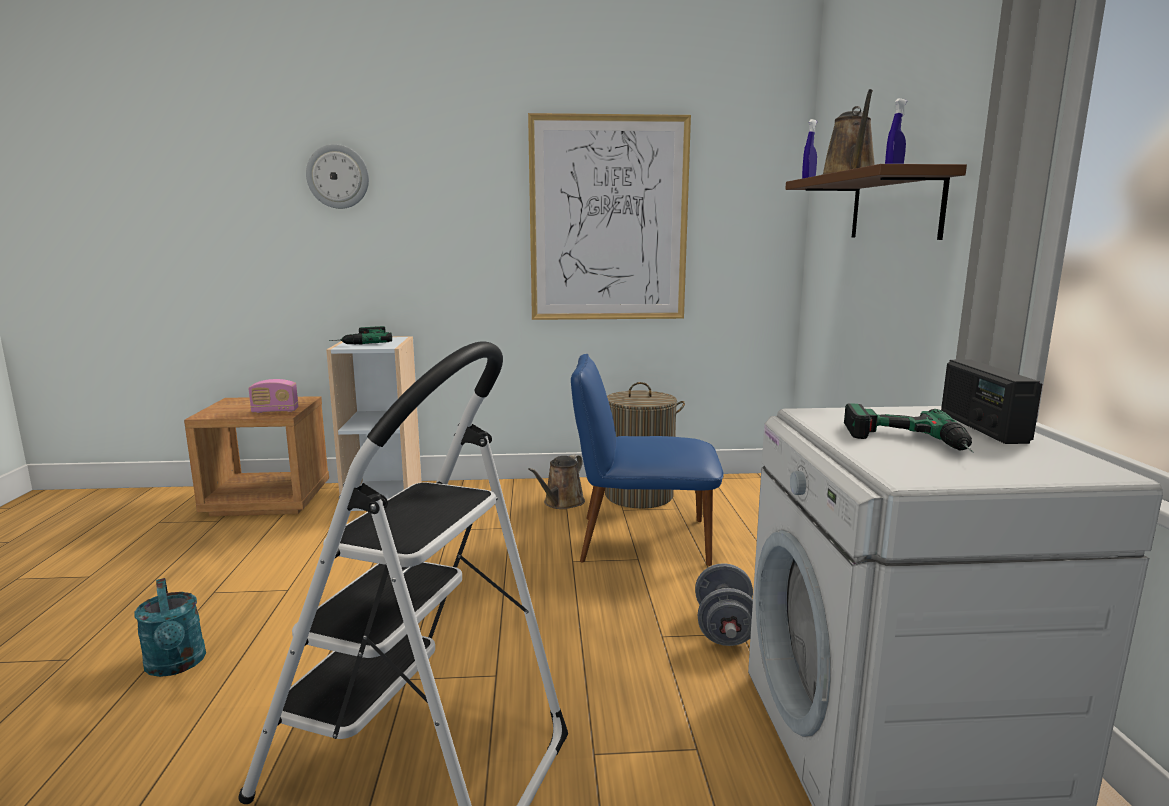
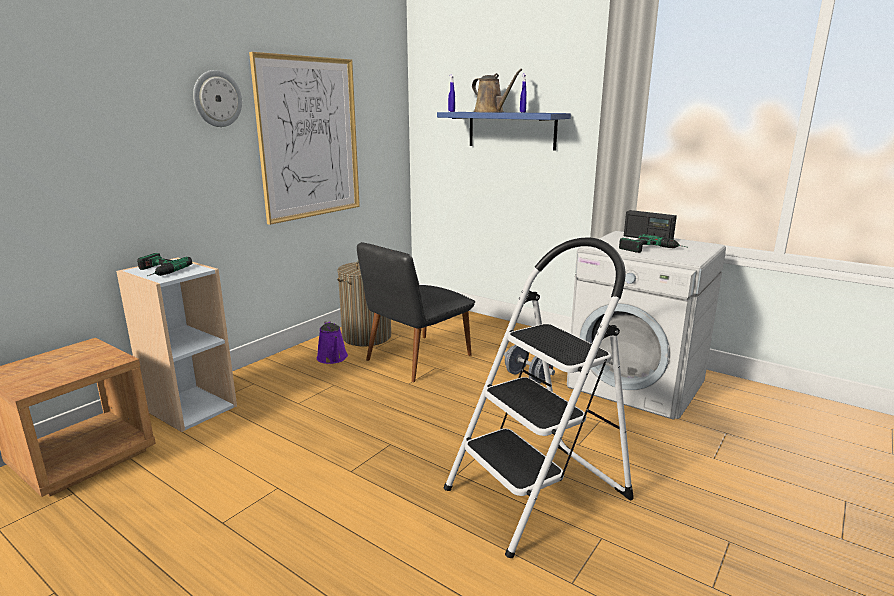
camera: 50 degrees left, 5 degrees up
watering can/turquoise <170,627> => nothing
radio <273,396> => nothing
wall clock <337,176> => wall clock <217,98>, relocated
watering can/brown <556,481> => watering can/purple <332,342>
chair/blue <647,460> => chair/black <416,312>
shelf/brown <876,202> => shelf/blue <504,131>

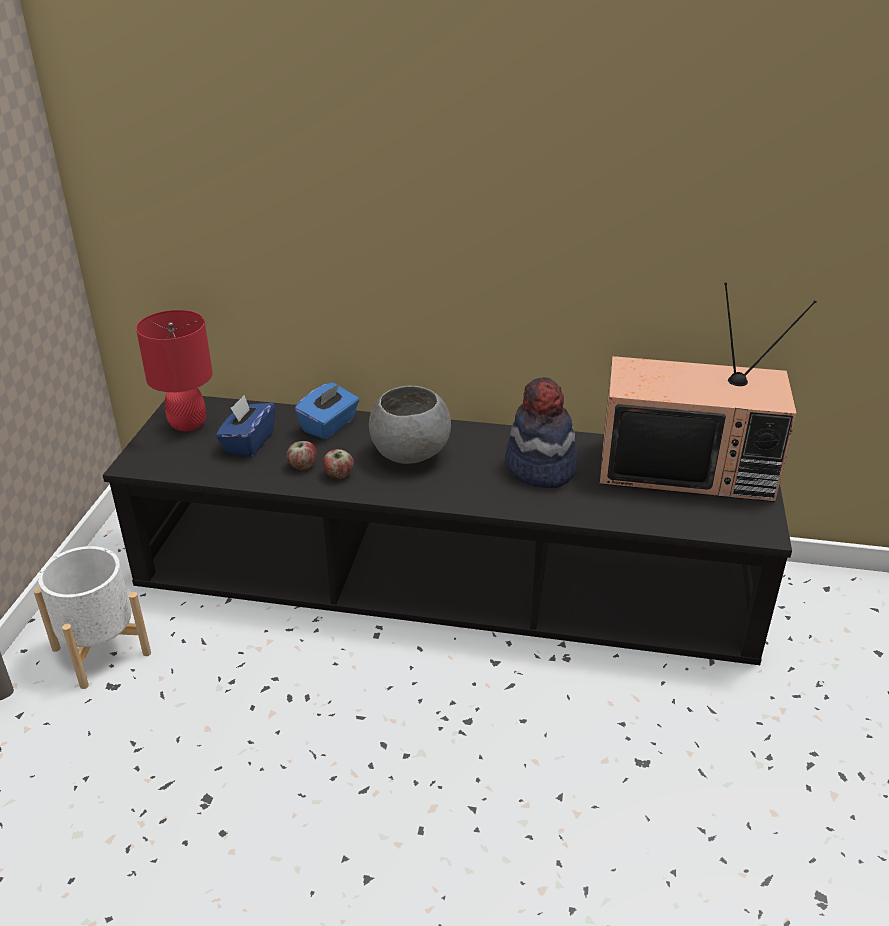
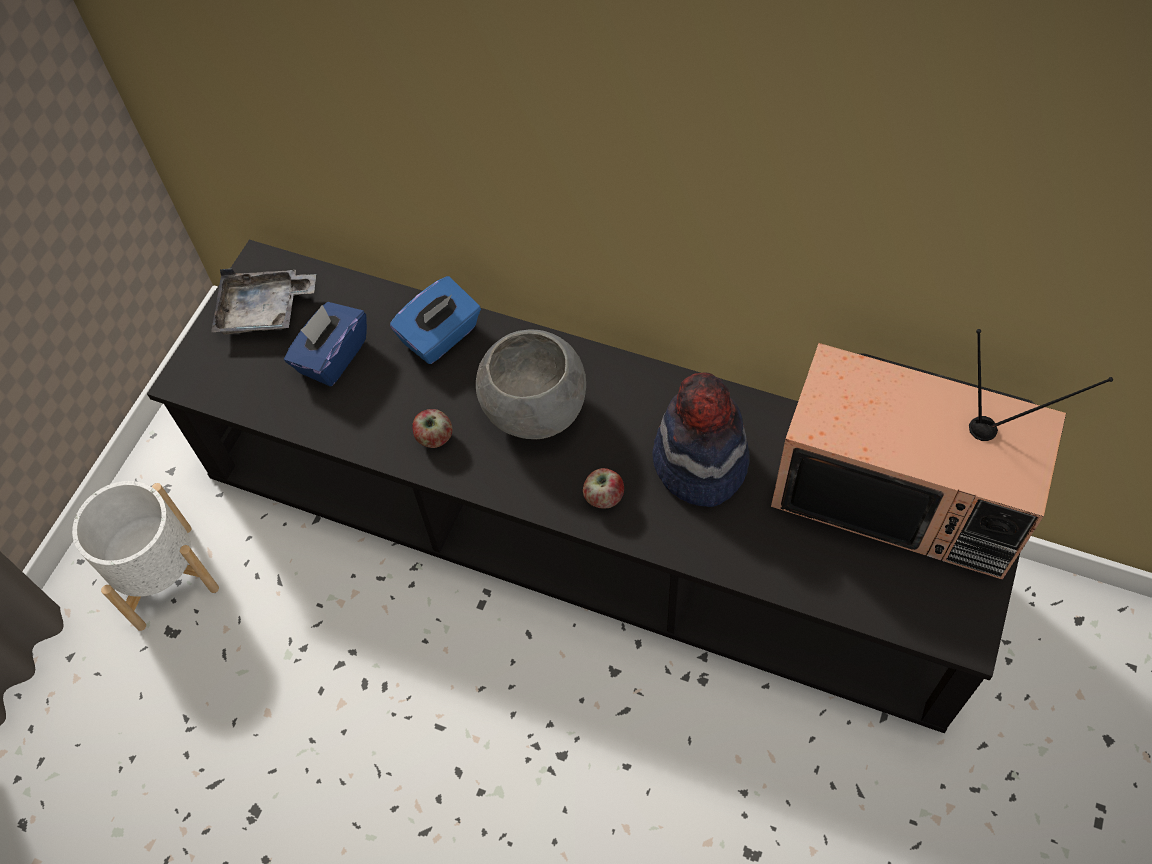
camera: 15 degrees right, 25 degrees up
apple <302,455> => apple <603,488>, relocated
table lamp/red <174,370> => tray/grey <263,301>

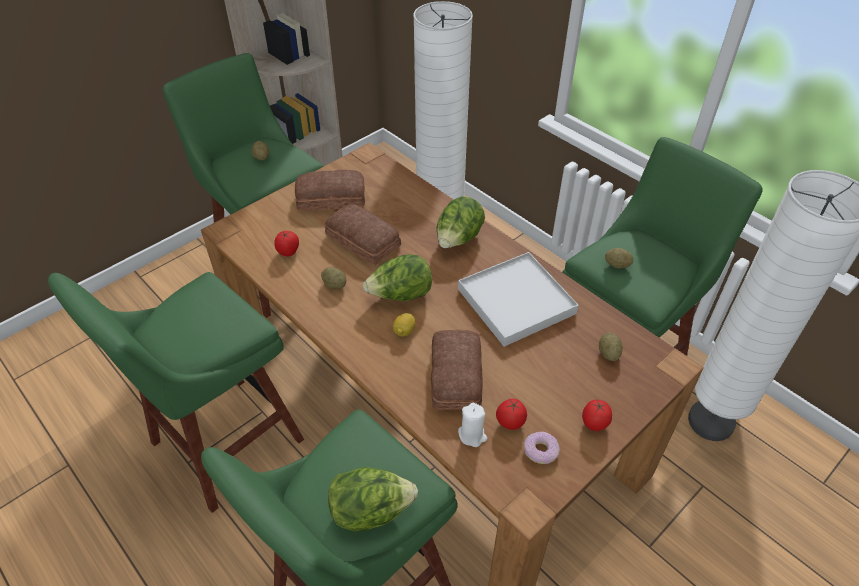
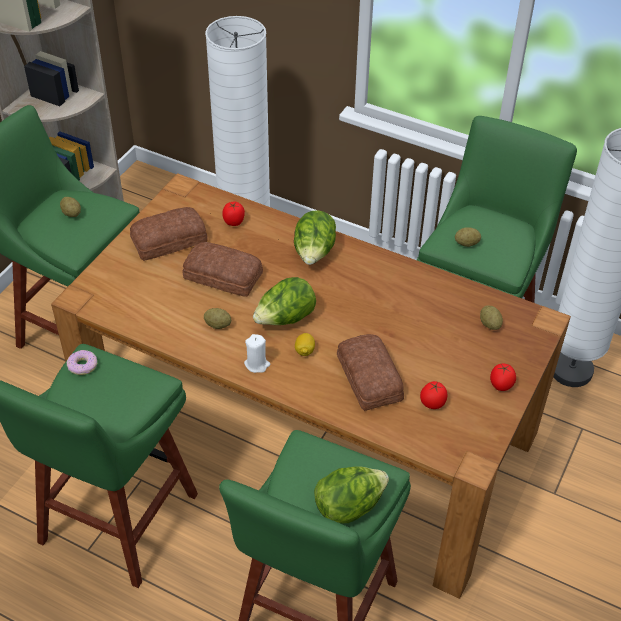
camera: 20 degrees left, 0 degrees up
tray/white <518,299> => nothing
tomato <287,244> => tomato <233,214>, relocated
candle/white <472,425> => candle/white <257,353>, relocated
donut <542,448> => donut <82,362>, relocated

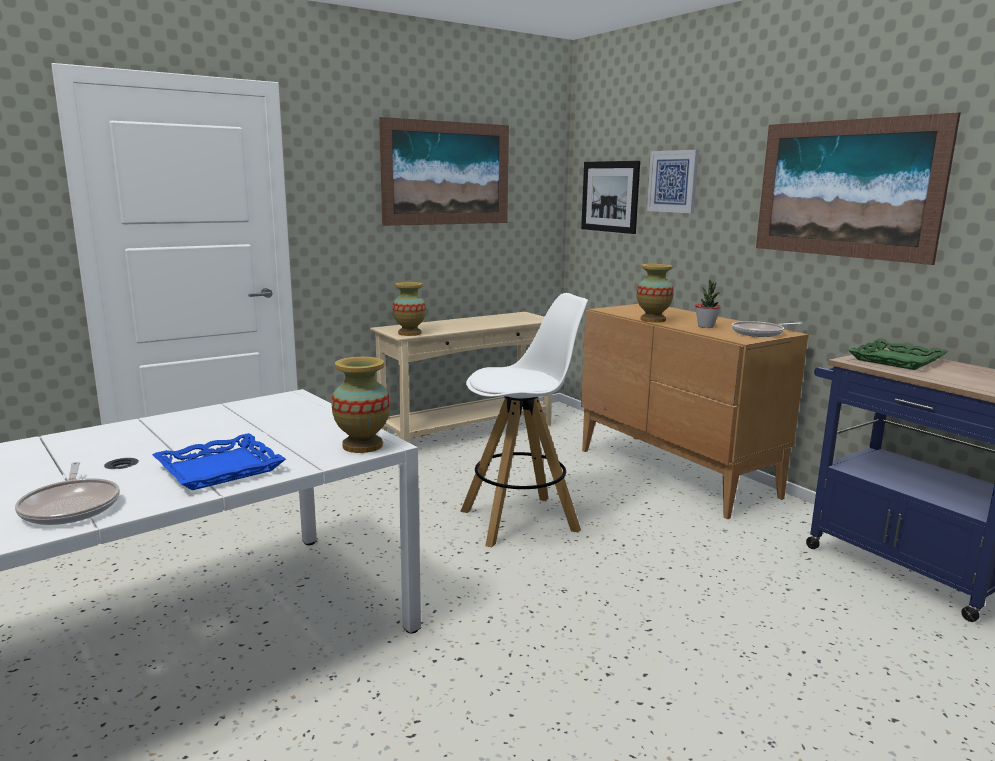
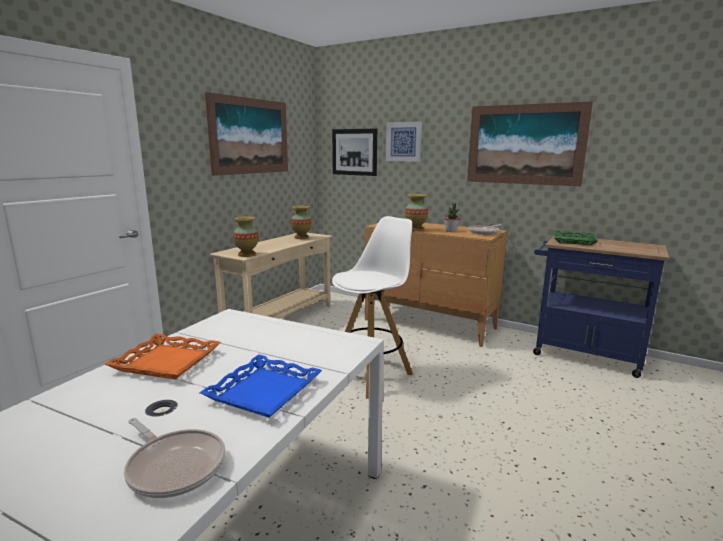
camera: 25 degrees left, 0 degrees up
nothing => tray/orange <163,357>
vase <360,405> => vase <301,222>, relocated

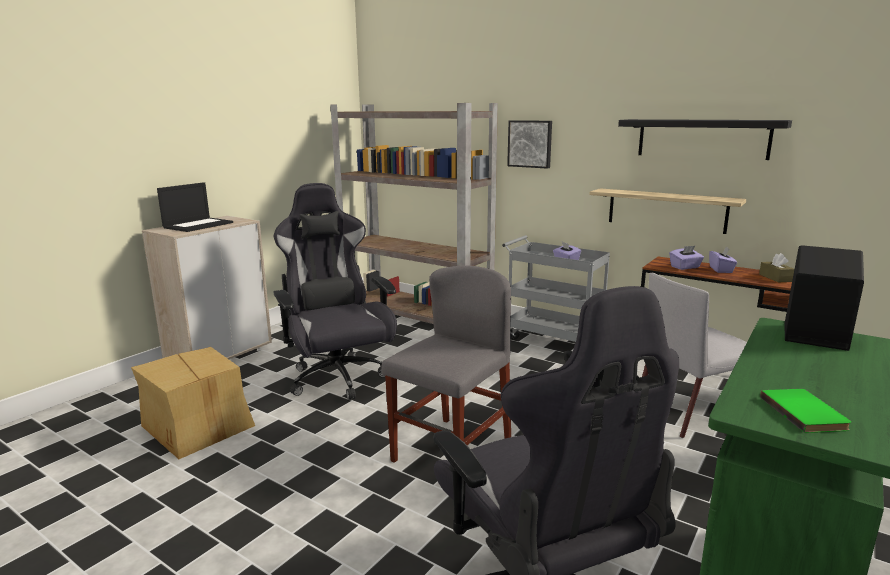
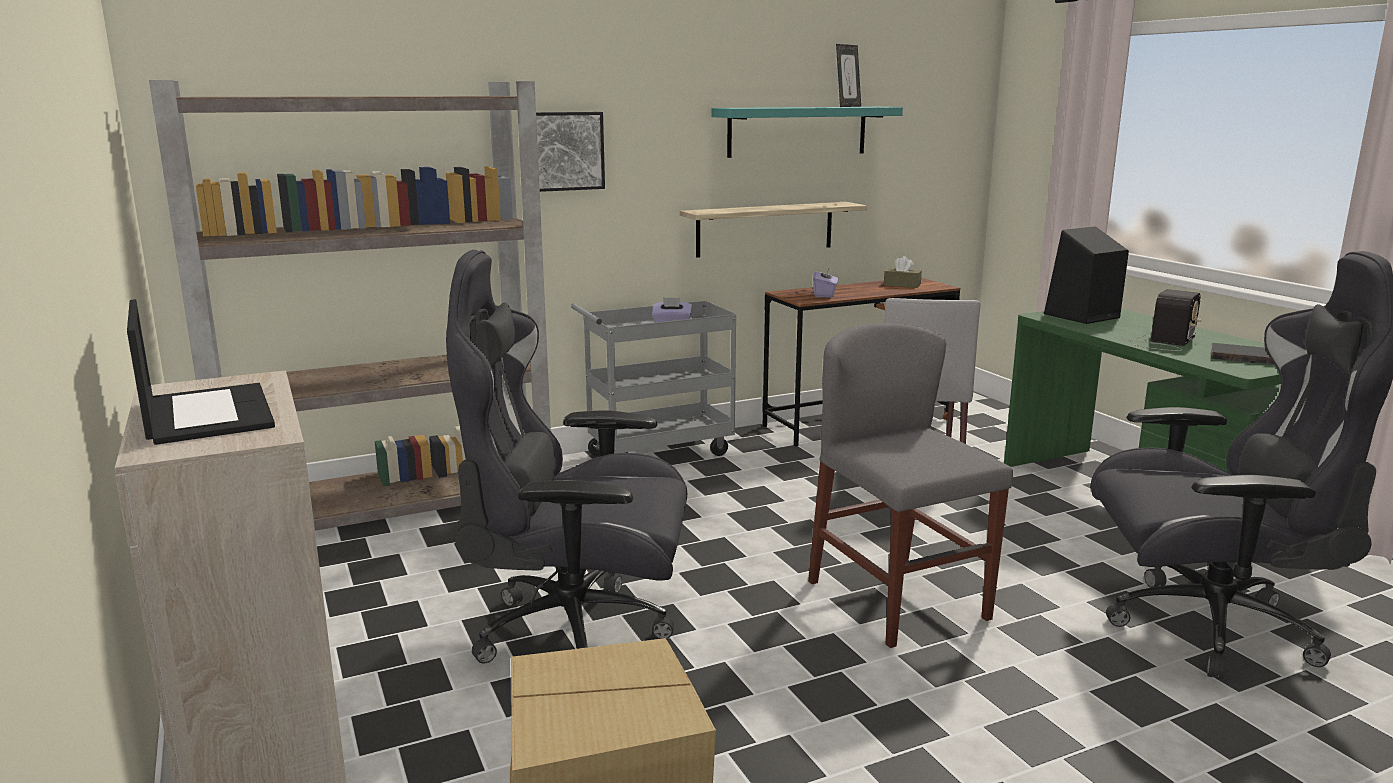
camera: 60 degrees left, 0 degrees up
tissue box/purple <723,260> => nothing
nothing => picture frame <848,75>
nothing => radio <1161,320>
shelf/black <705,139> => shelf/turquoise <807,132>
book/green <805,411> => book/black <1243,354>

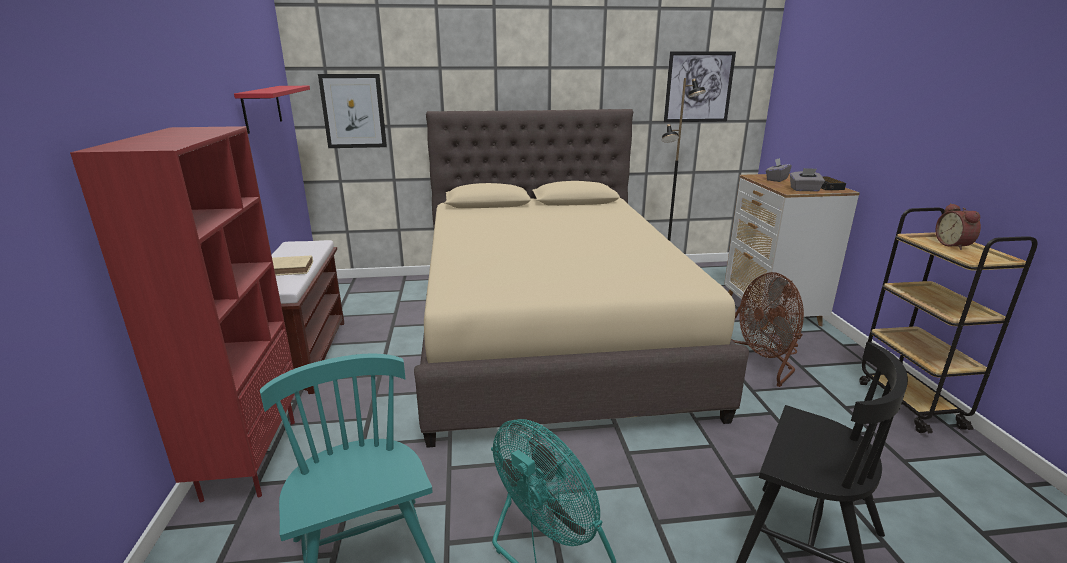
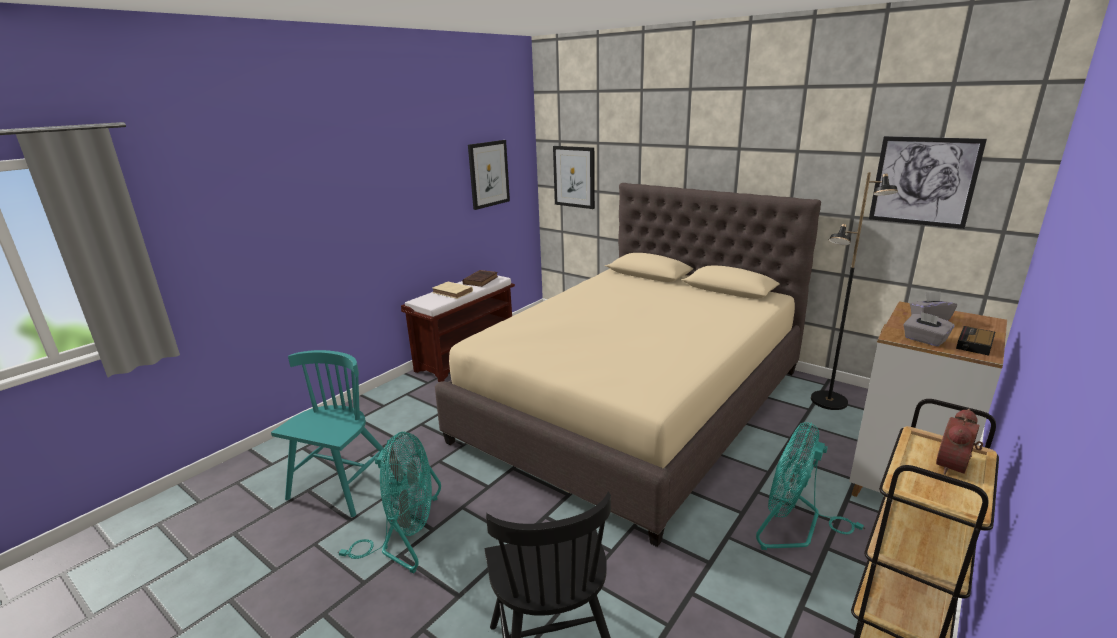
camera: 45 degrees right, 0 degrees up
bookcase/red <182,314> => nothing
nothing => book/brown <480,278>
shelf/red <272,110> => picture <489,175>
fan/brown <768,329> => fan/turquoise <811,486>

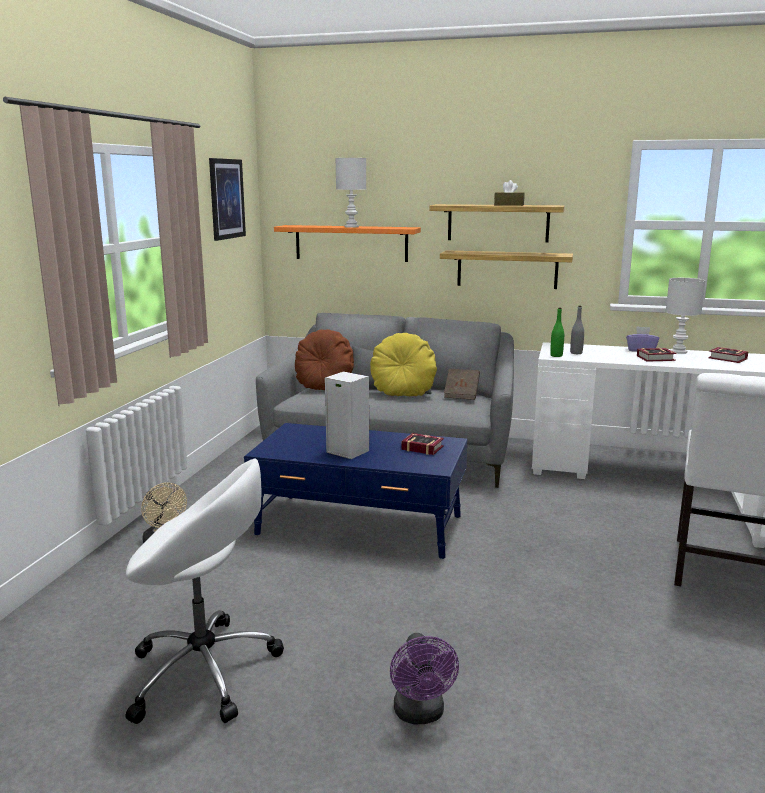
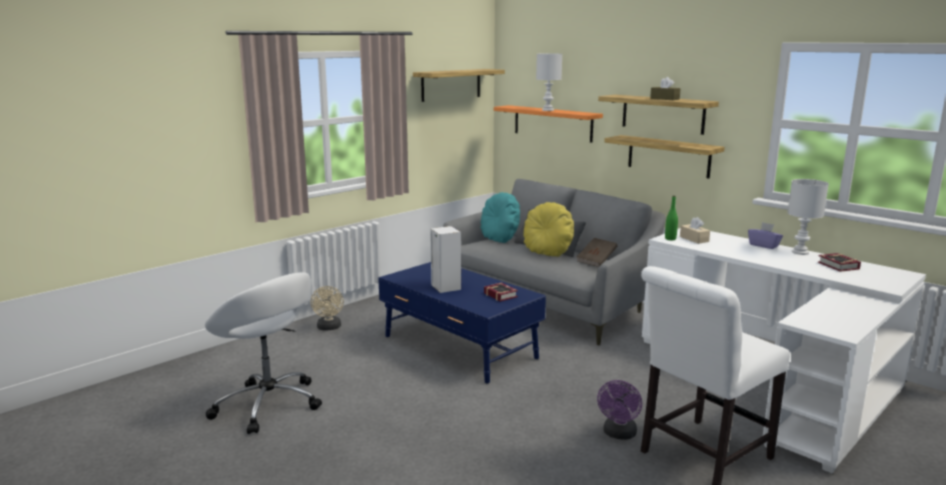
camera: 30 degrees right, 0 degrees up
book <656,355> => nothing
fan/purple <424,678> => fan/purple <619,410>, relocated
picture <227,199> => shelf <459,85>
bottle/grey <577,330> => tissue box/beige <695,230>
pillow/brown <324,359> => pillow/turquoise <500,217>

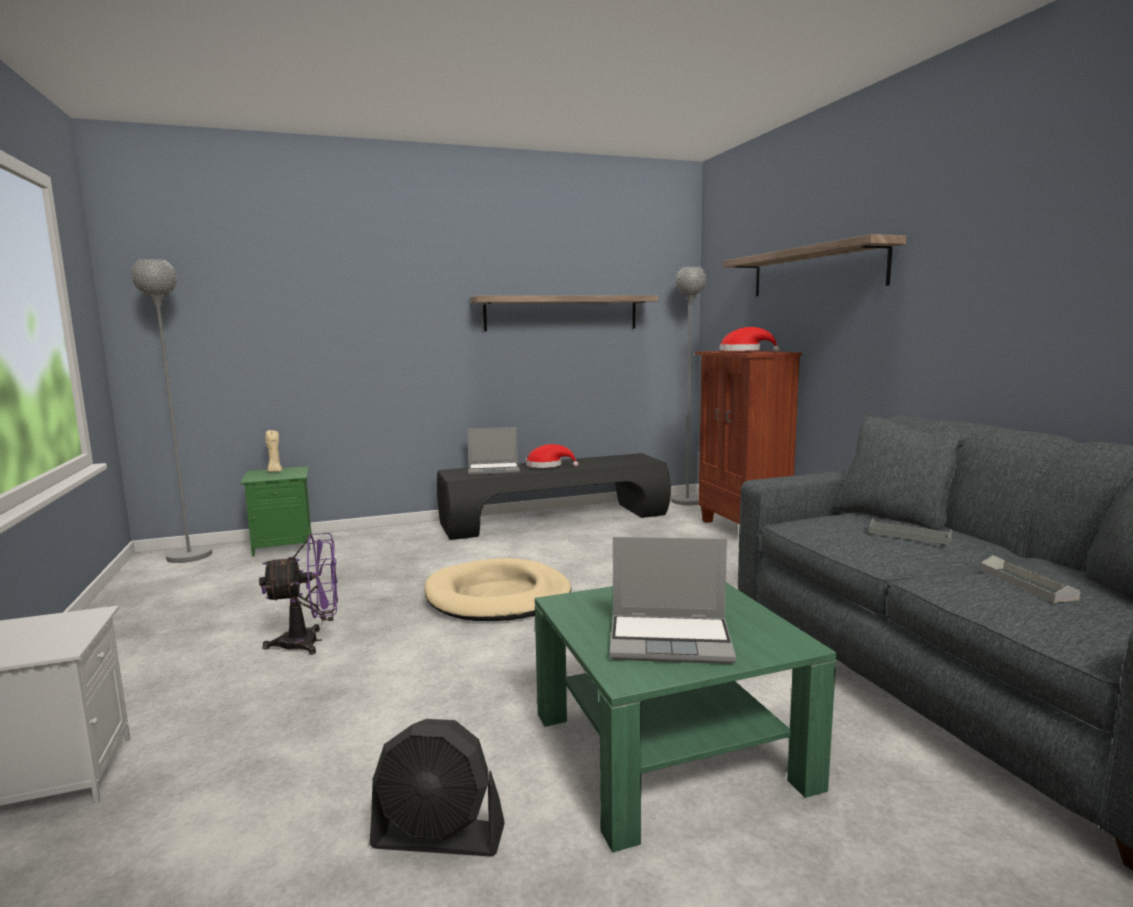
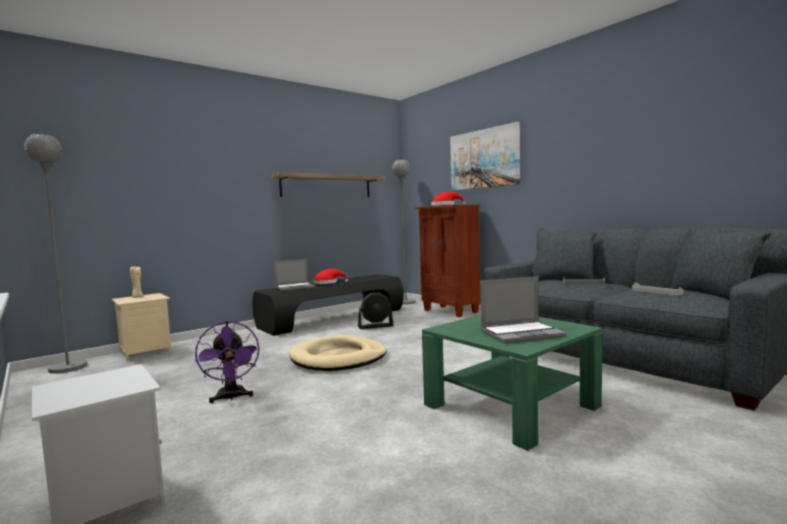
camera: 20 degrees left, 5 degrees down
fan/black <437,788> => fan/black <376,310>, relocated
shelf <814,265> => picture <485,156>
nightstand/green <276,511> => nightstand/beige <142,327>
fan/purple <298,594> => fan/purple <227,362>, 105 degrees clockwise

